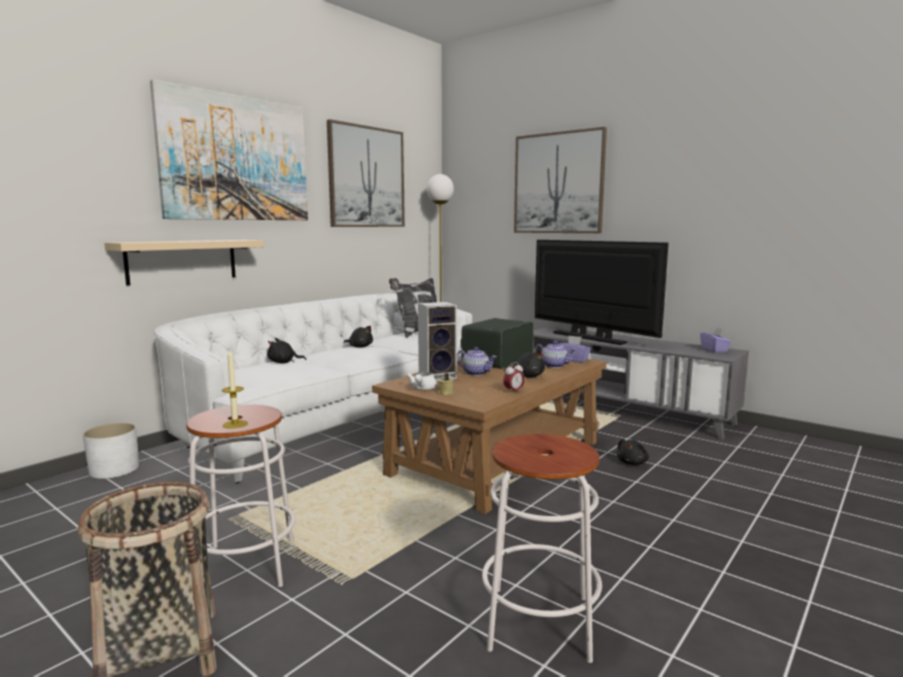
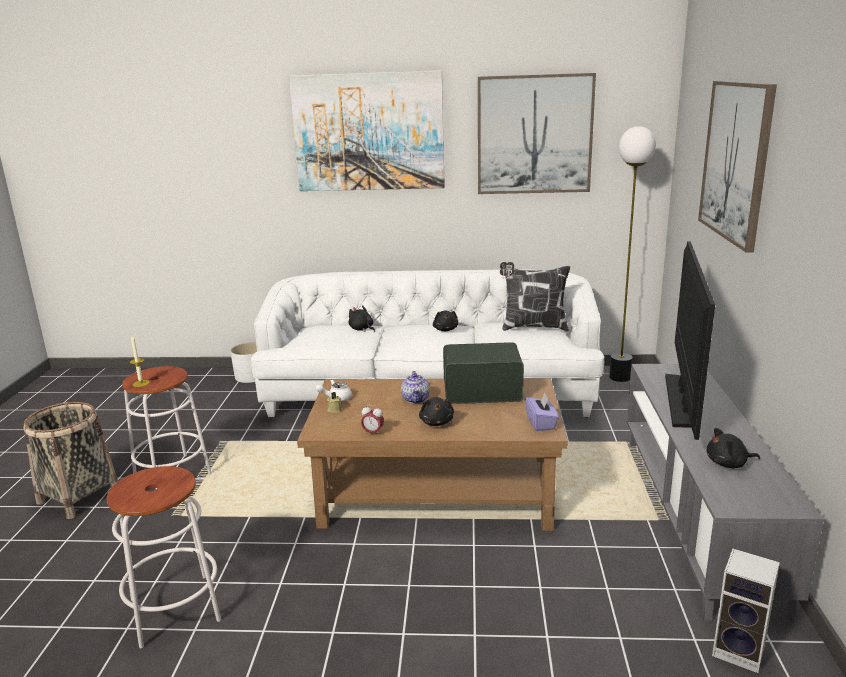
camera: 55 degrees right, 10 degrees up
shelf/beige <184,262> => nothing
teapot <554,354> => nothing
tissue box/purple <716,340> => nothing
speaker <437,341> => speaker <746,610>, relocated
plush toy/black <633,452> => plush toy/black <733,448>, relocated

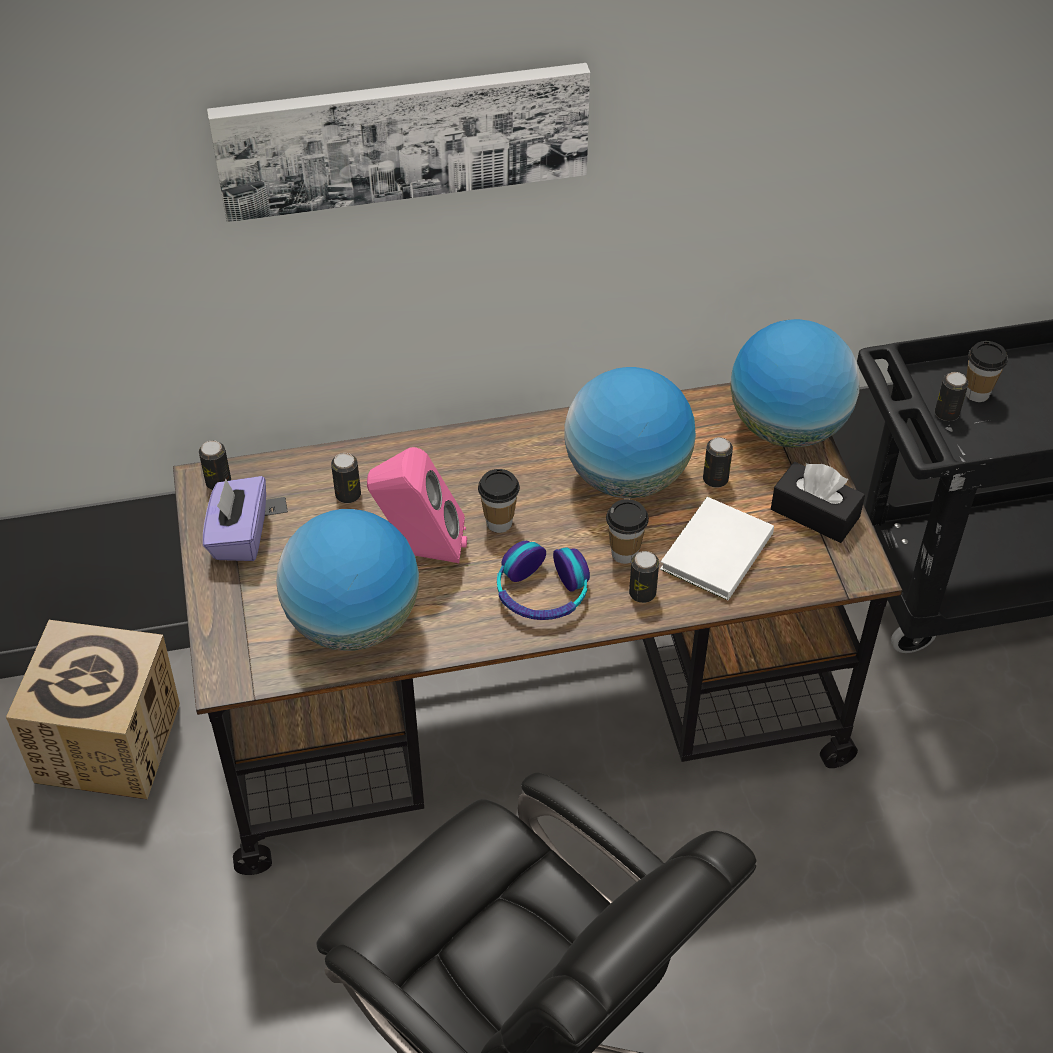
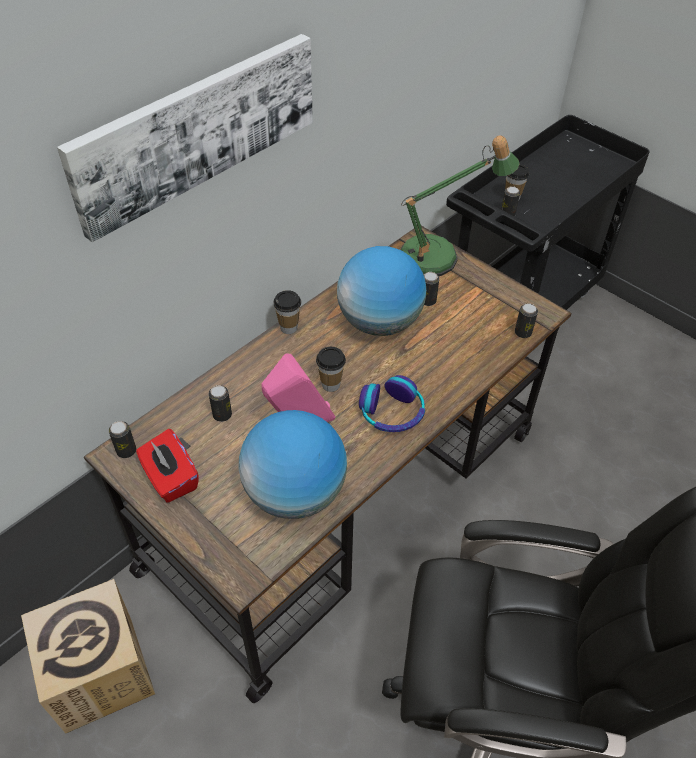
camera: 35 degrees left, 0 degrees up
book/white <717,548> => nothing
tissue box/black <818,502> => nothing
cup <627,531> => cup <287,312>, relocated
can <644,577> => can <526,320>, relocated
globe <795,383> => table lamp <460,206>
tissue box/purple <234,518> => tissue box/red <167,466>

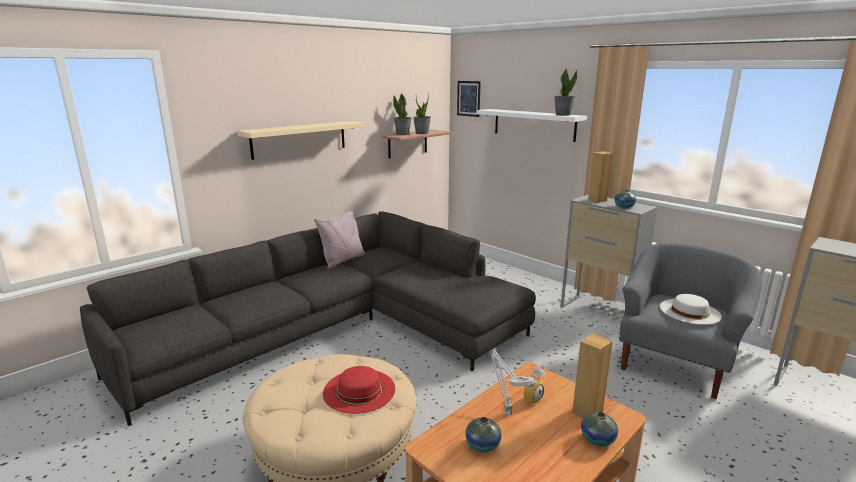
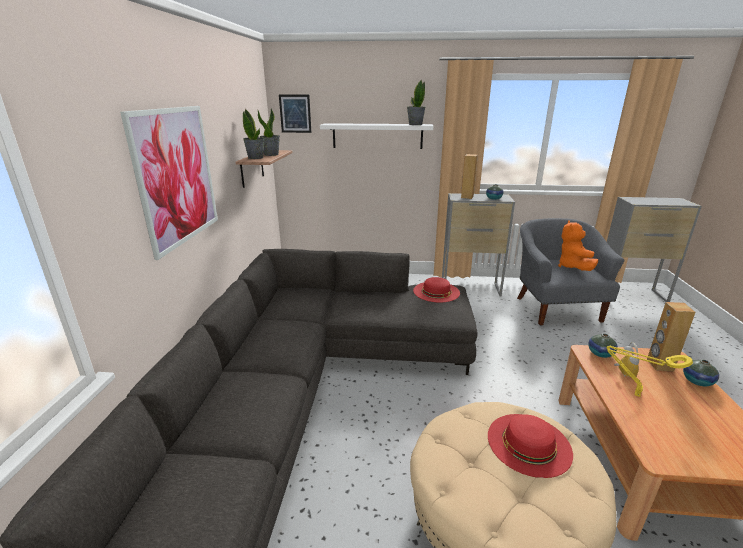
camera: 40 degrees left, 5 degrees up
pillow/purple <339,239> => nothing
nothing => hat/red <436,289>
vase <483,434> => vase <603,346>, relocated
shelf/beige <301,140> => picture <169,183>
hat/white <691,309> => plush toy/orange <578,245>
table lamp/grey <512,383> => table lamp/yellow <650,371>

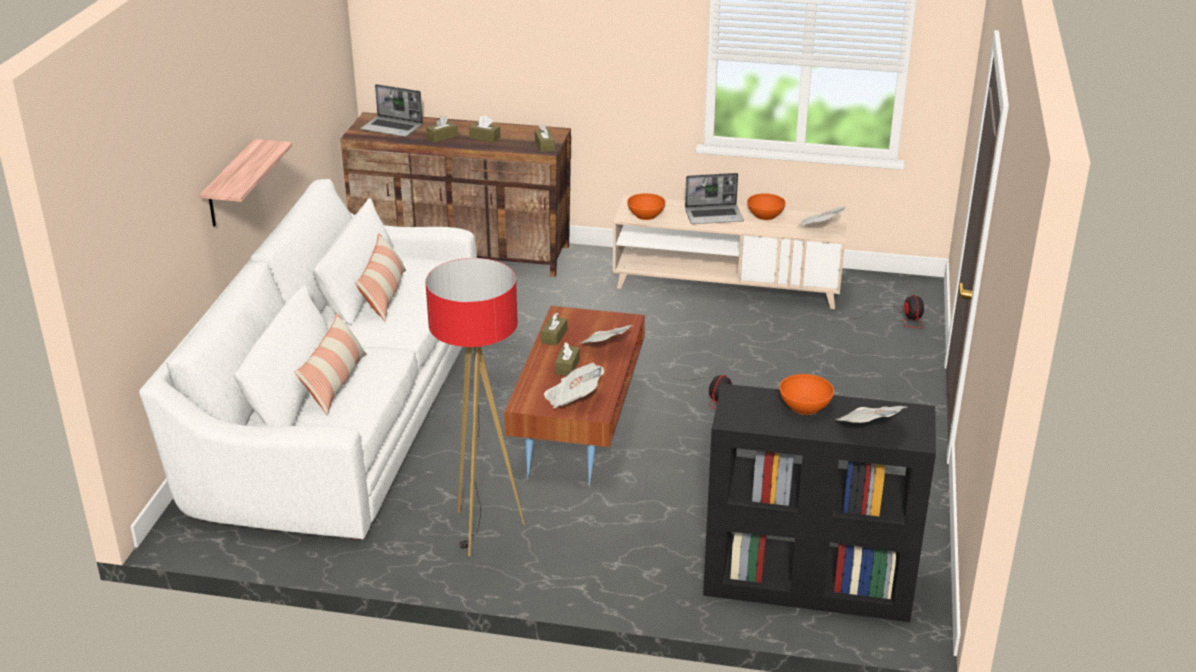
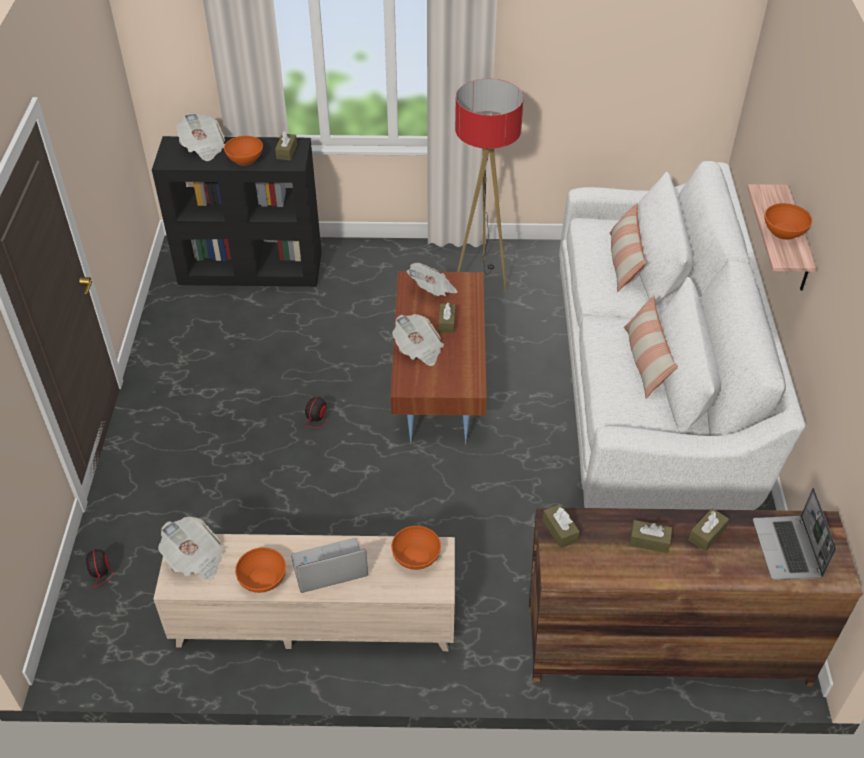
camera: 170 degrees right, 15 degrees up
nothing => bowl/orange <788,221>
tissue box/brown <554,329> => tissue box/brown <286,145>, relocated
laptop <392,110> => laptop <794,533>, 105 degrees counterclockwise

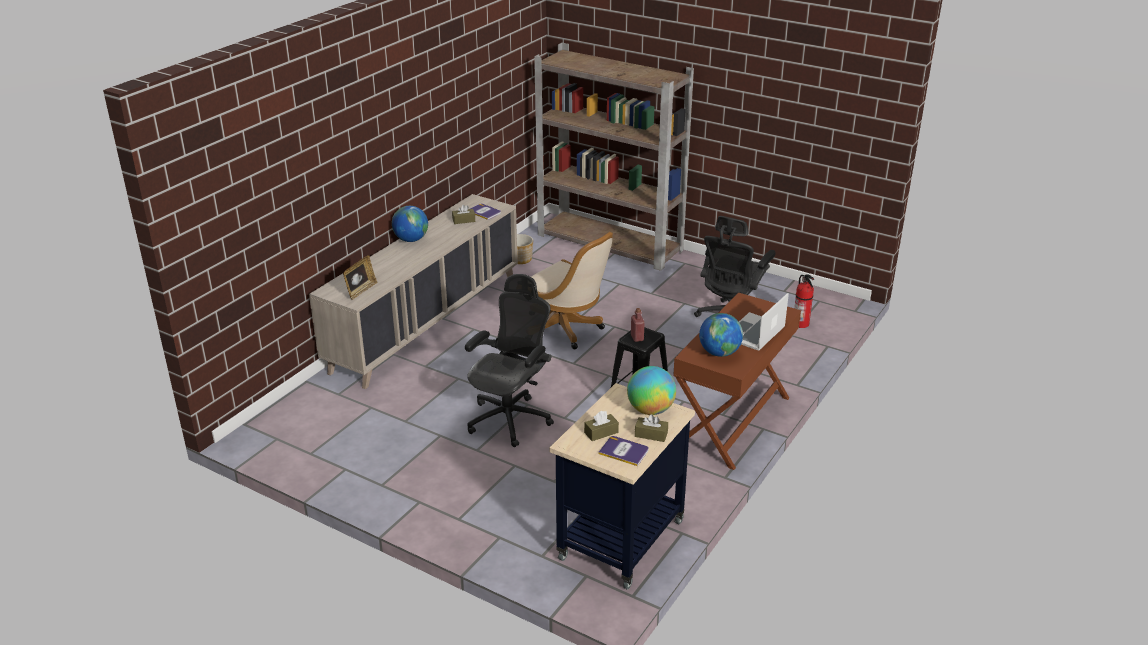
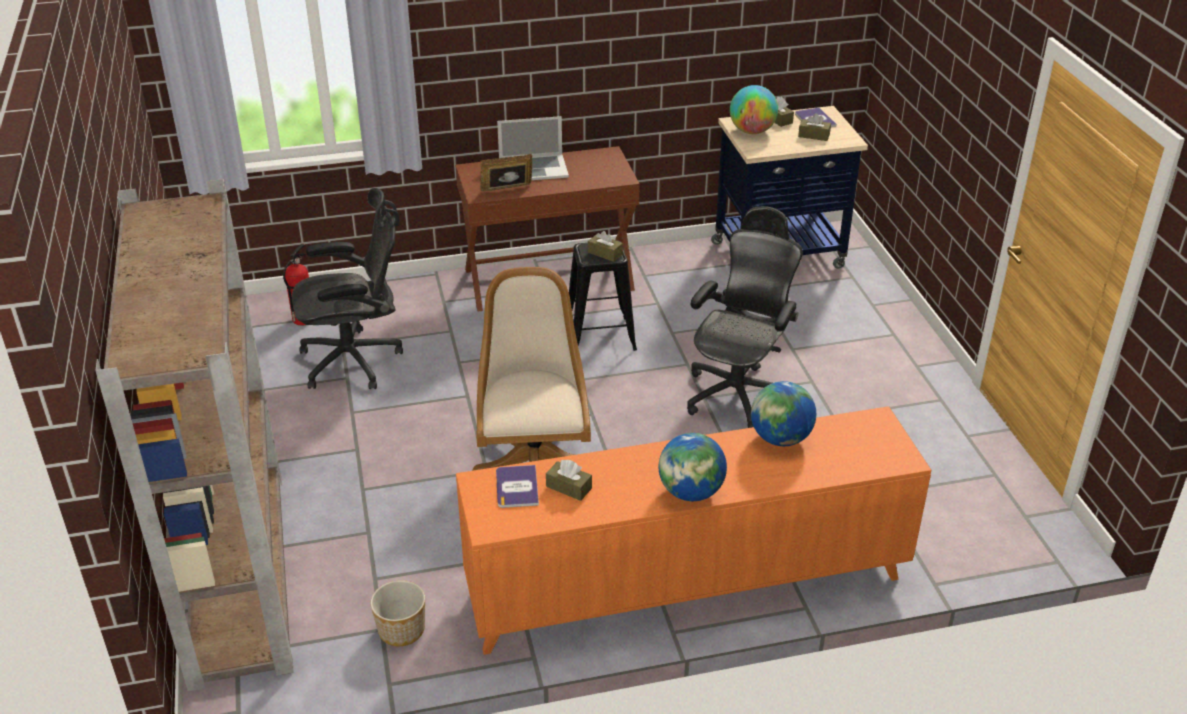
camera: 135 degrees left, 5 degrees up
picture frame <360,277> => picture frame <506,172>, relocated
globe <721,335> => globe <783,413>, relocated
bottle/red <638,325> => tissue box/brown <605,246>
cabinet/beige <413,291> => cabinet/orange <693,530>
office chair <509,360> => office chair <745,317>, 135 degrees clockwise

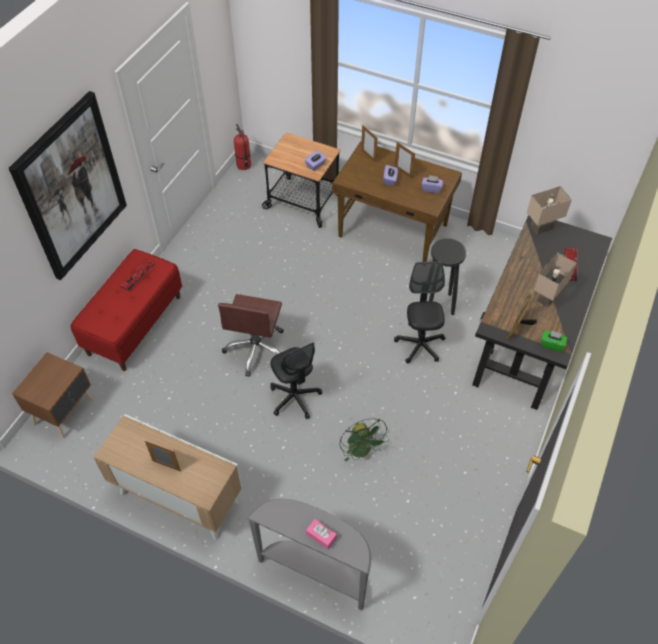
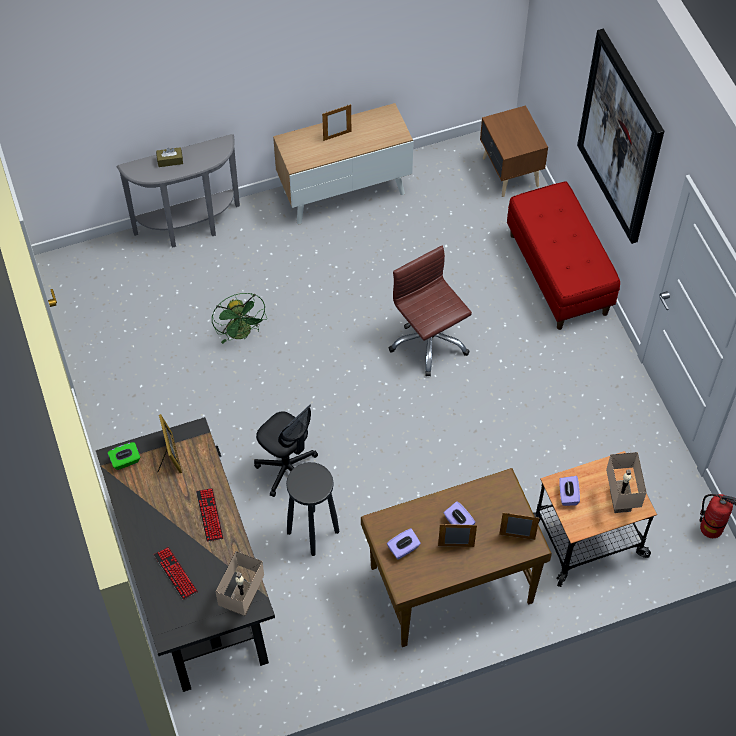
camera: 135 degrees right, 5 degrees up
office chair/black <296,381> => nothing
keyboard <138,275> => keyboard <209,515>, relocated
table lamp/beige <555,279> => table lamp/beige <626,482>, relocated
tissue box/pink <321,534> => tissue box/brown <169,157>
fan/green <364,440> => fan/green <239,318>, 135 degrees counterclockwise

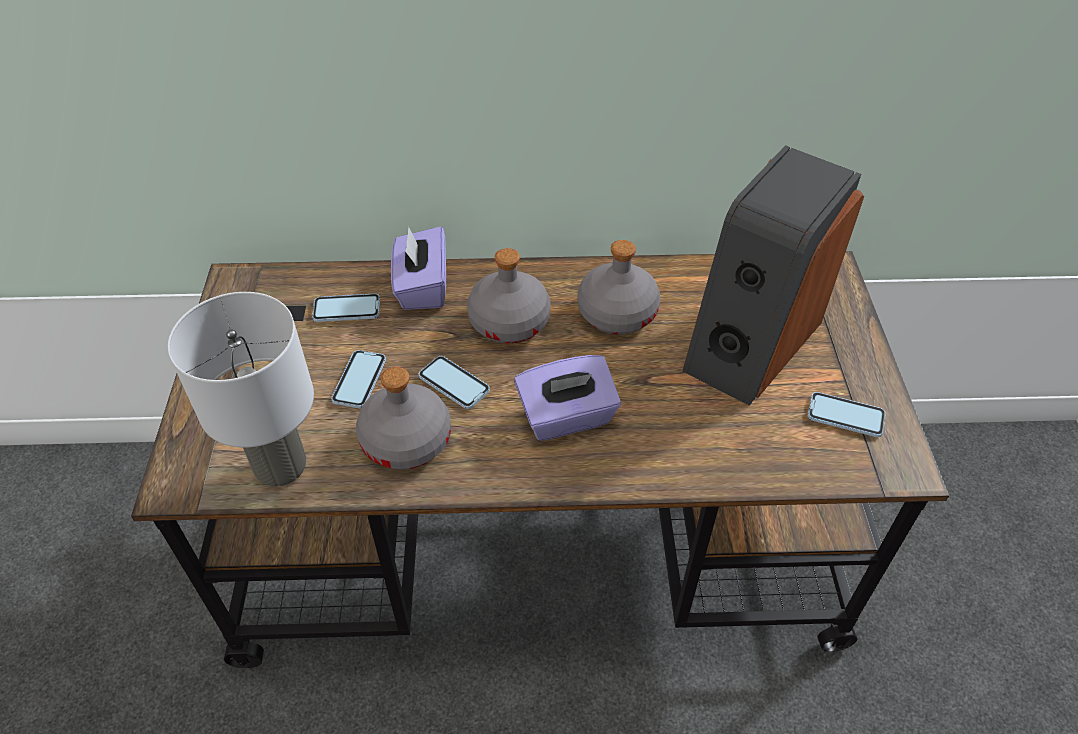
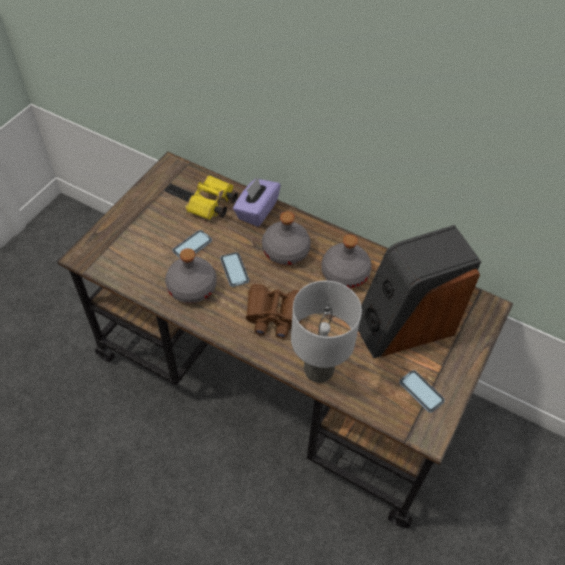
camera: 30 degrees right, 5 degrees up
table lamp/white <241,389> => table lamp/white <326,332>, relocated
phone <346,308> => binoculars/yellow <212,197>
tissue box/purple <567,398> => binoculars/brown <274,311>

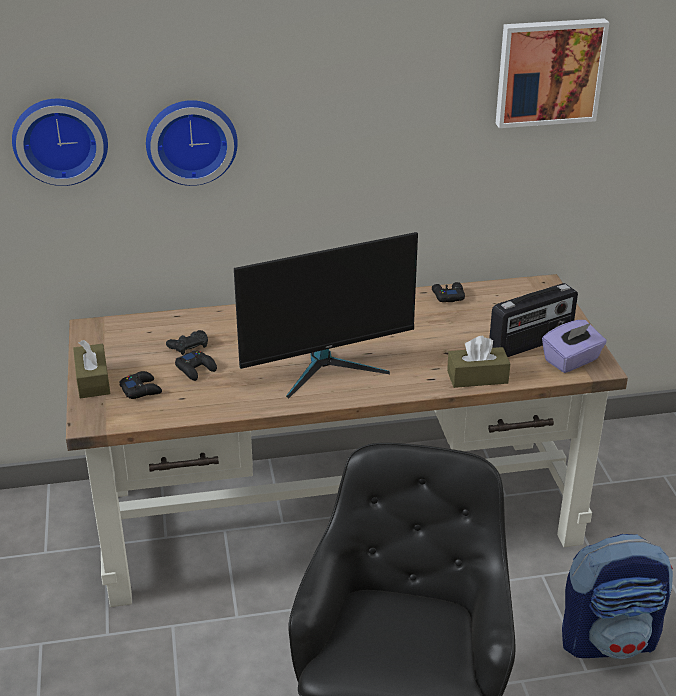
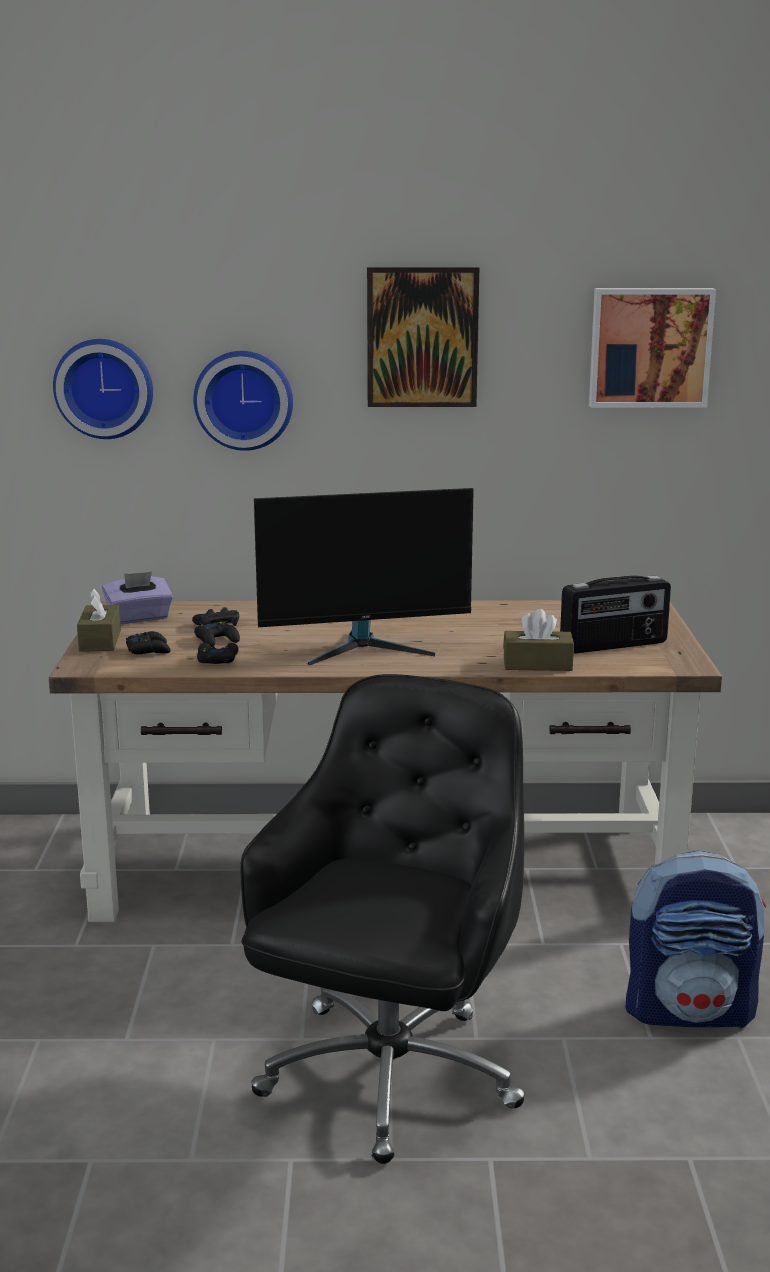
camera: 10 degrees right, 15 degrees down
nothing => picture <423,337>
game controller/black <448,292> => game controller/black <218,653>, relocated
tissue box/purple <574,346> => tissue box/purple <137,597>, relocated

